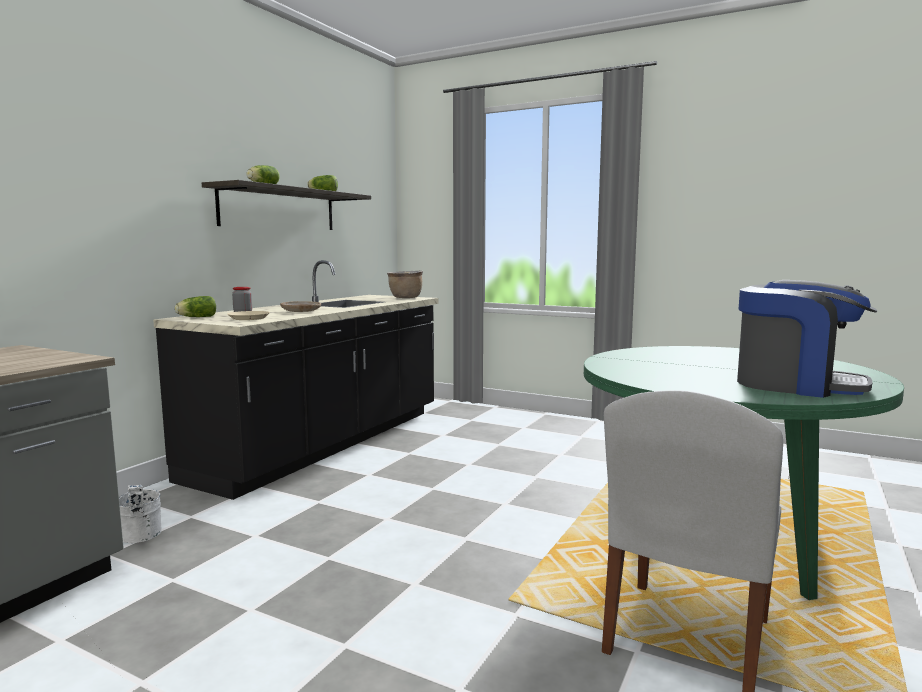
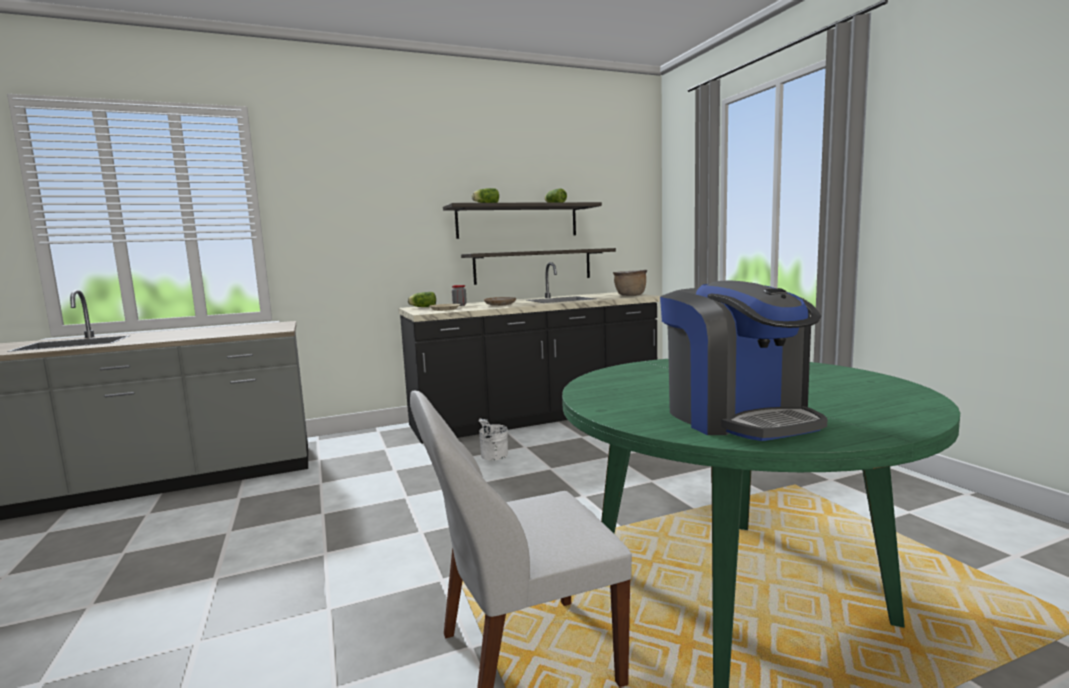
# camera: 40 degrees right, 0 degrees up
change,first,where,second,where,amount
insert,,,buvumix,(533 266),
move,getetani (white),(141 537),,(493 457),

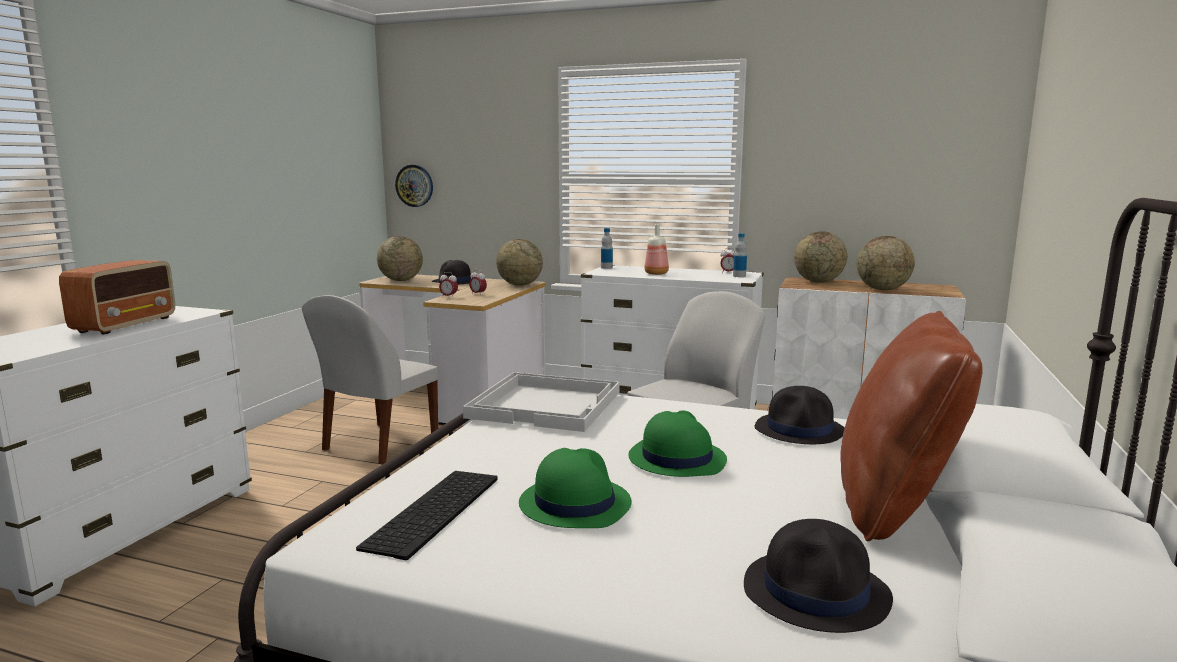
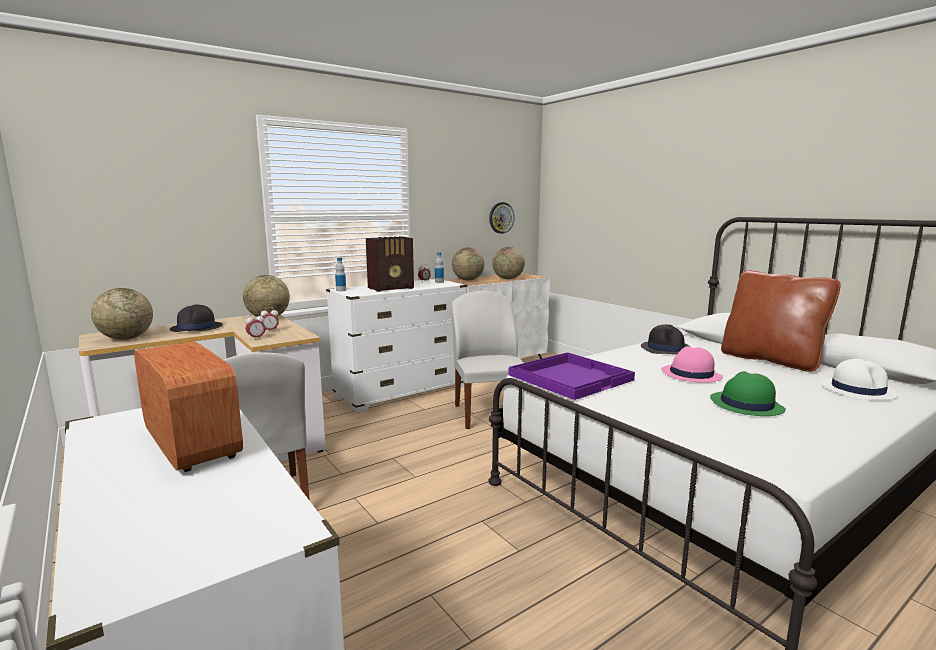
# camera: 55 degrees left, 0 degrees up
change,first,where,second,where,amount
replace,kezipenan,(657 273),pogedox,(392 288),
move,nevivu,(414 185),,(501 218),
recolor,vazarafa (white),(547 404),vazarafa (purple),(570 377),
recolor,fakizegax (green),(676 459),fakizegax (pink),(690 374),
recolor,fakizegax (black),(817 592),fakizegax (white),(857 390),
delete,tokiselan,(436 512),,,

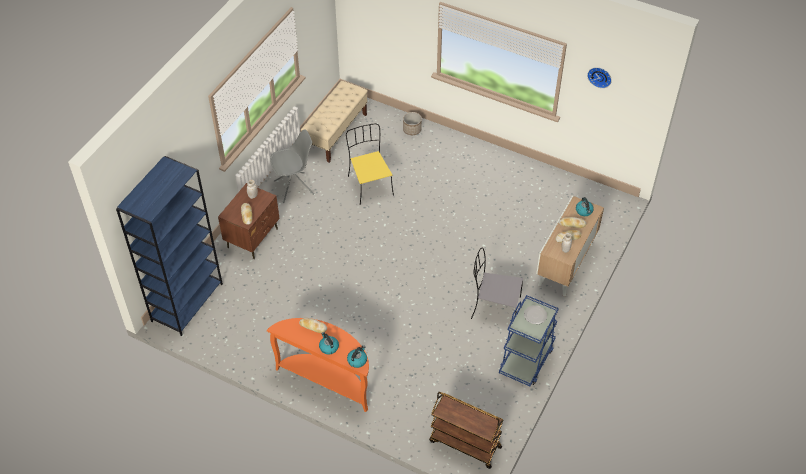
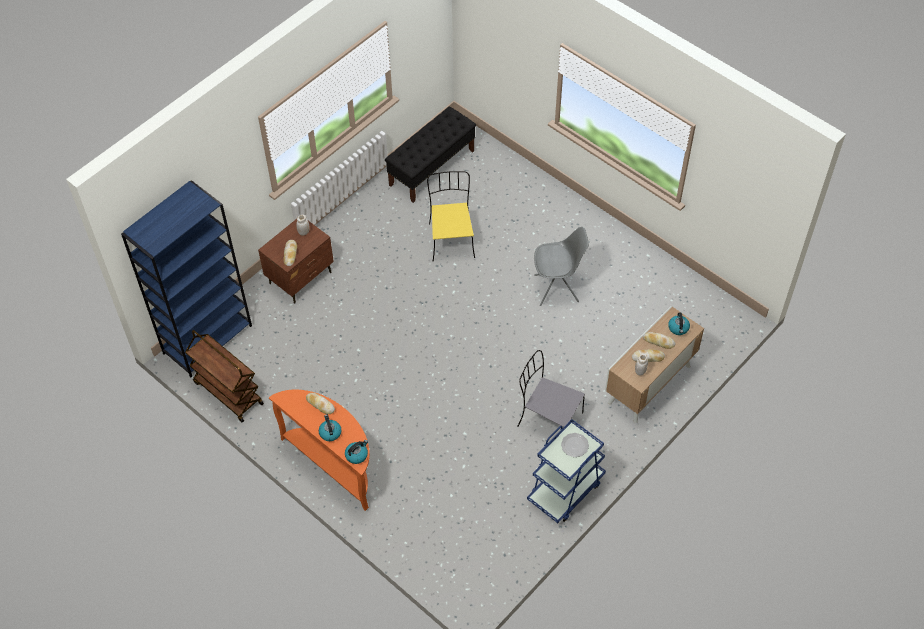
# camera: 15 degrees right, 5 degrees up
change,first,where,second,where,amount
move,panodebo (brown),(464 444),,(228 393),
recolor,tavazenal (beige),(336 133),tavazenal (black),(432 168),
move,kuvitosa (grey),(295 187),,(557 288),
delete,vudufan,(412 129),,,
delete,nevivu,(600 76),,,

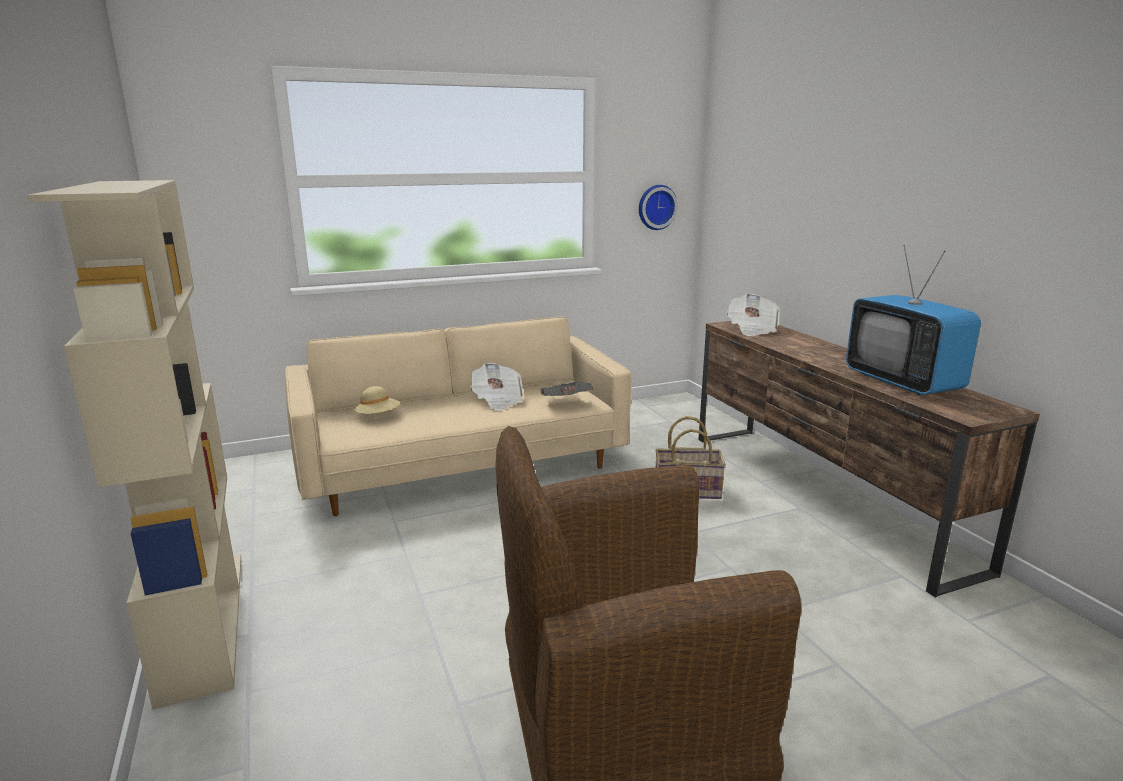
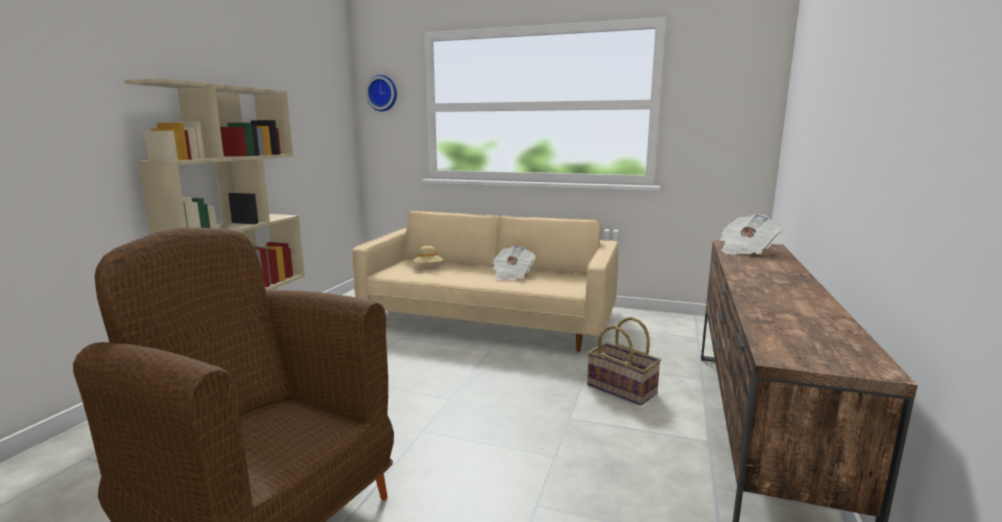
# camera: 40 degrees right, 5 degrees down
change,first,where,second,where,amount
move,nevivu,(656 207),,(382 93),
delete,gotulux,(566 404),,,
delete,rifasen,(902 382),,,

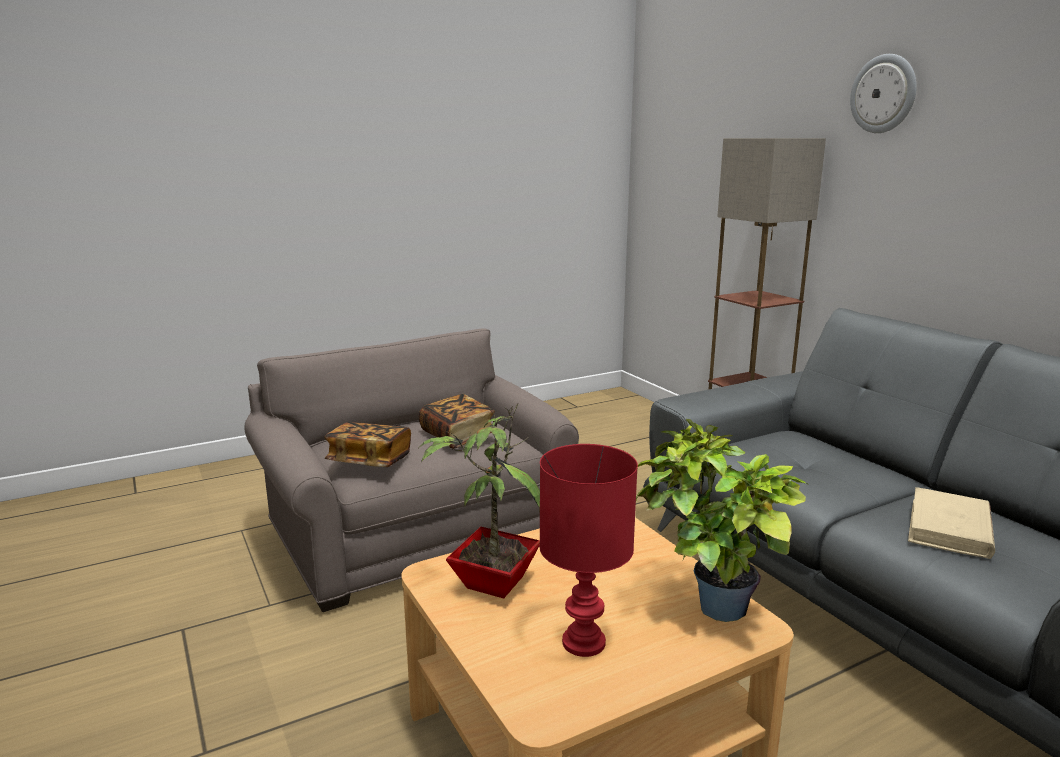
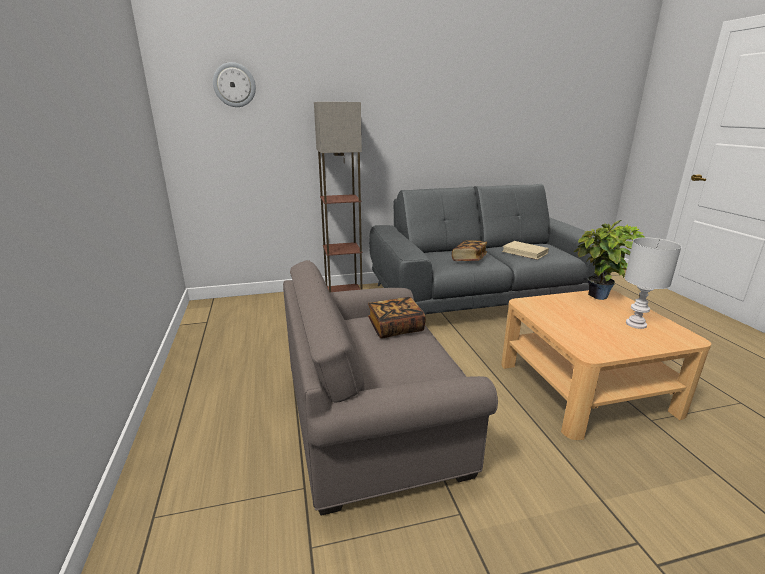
# camera: 75 degrees left, 5 degrees up
change,first,where,second,where,amount
move,nevivu,(884 94),,(234 85),
move,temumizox,(369 461),,(469 259),
recolor,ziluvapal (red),(582 643),ziluvapal (white),(636 324),
delete,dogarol,(491 582),,,

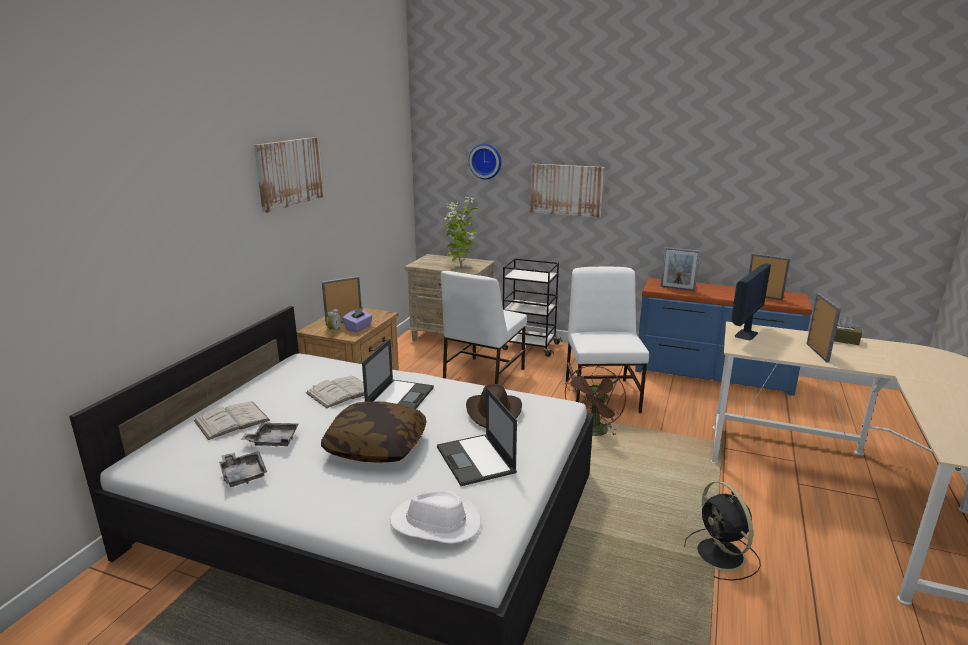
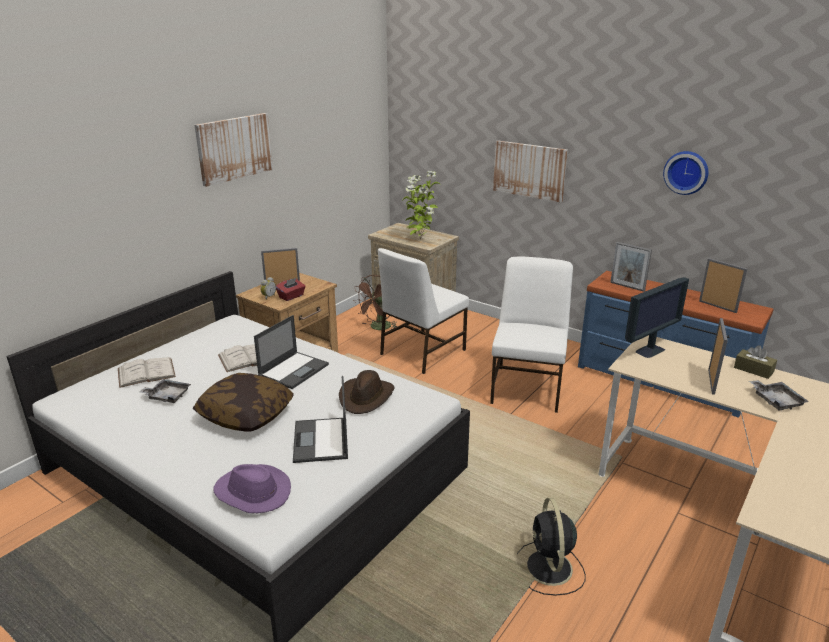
# camera: 15 degrees right, 5 degrees up
change,first,where,second,where,amount
recolor,fakizegax (white),(435 523),fakizegax (purple),(252 492),
recolor,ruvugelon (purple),(358 328),ruvugelon (red),(291 296),
move,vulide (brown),(593 433),,(378 328),
move,nevivu,(486 161),,(686 172),
move,vazarafa (grey),(243 474),,(776 400),
delete,panodebo (black),(529 346),,,

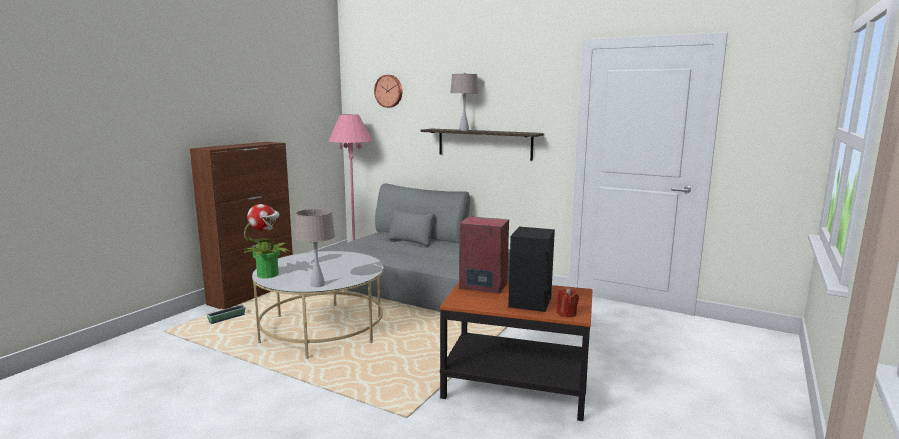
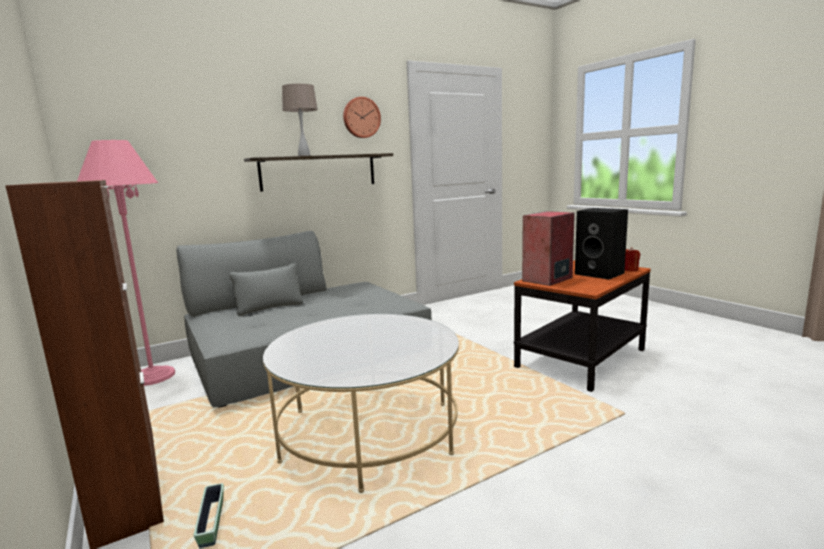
# camera: 60 degrees left, 0 degrees up
change,first,where,second,where,amount
move,nevivu,(389 91),,(361 117),
delete,dogarol,(268 274),,,
delete,ziluvapal (beige),(317 284),,,

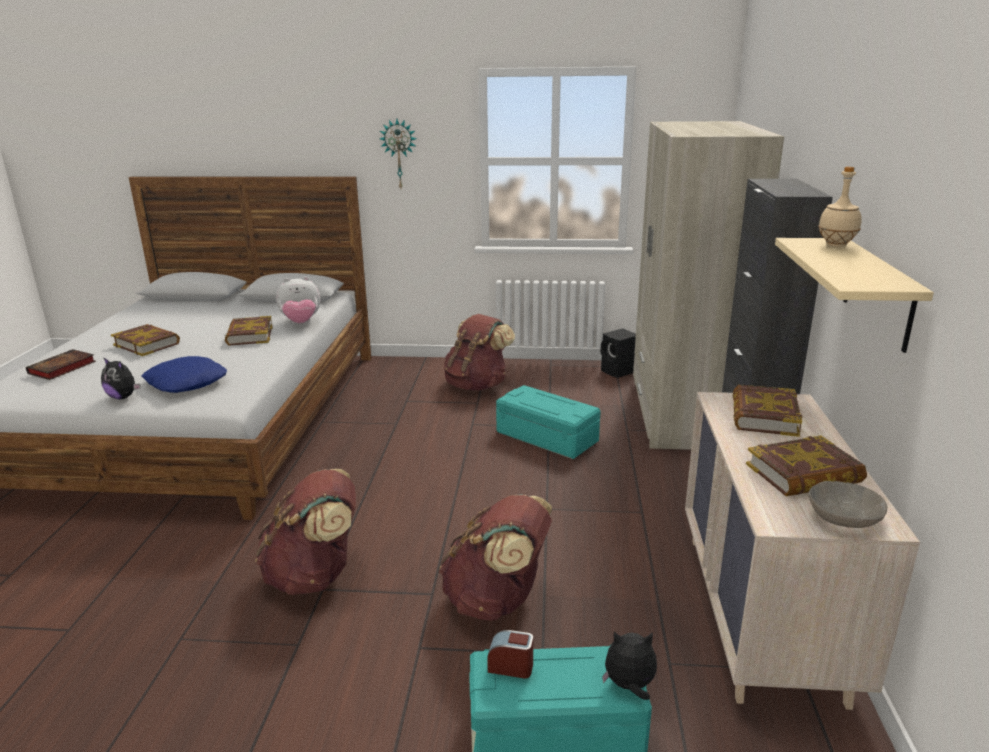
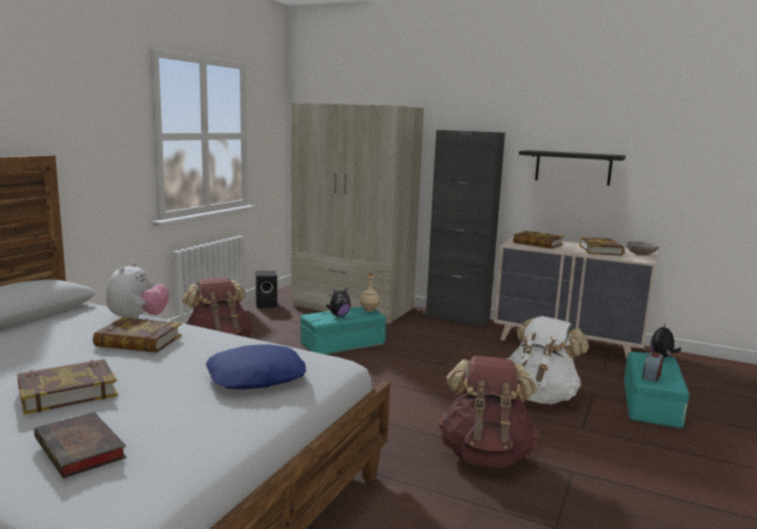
# camera: 70 degrees left, 10 degrees down
change,first,where,second,where,amount
move,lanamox,(123 397),,(339 315),
move,kezipenan (beige),(836 245),,(369 310),
recolor,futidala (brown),(497 600),futidala (white),(539 397),
recolor,buvumix (beige),(878 293),buvumix (black),(573 167),
delete,nevivu,(399 154),,,

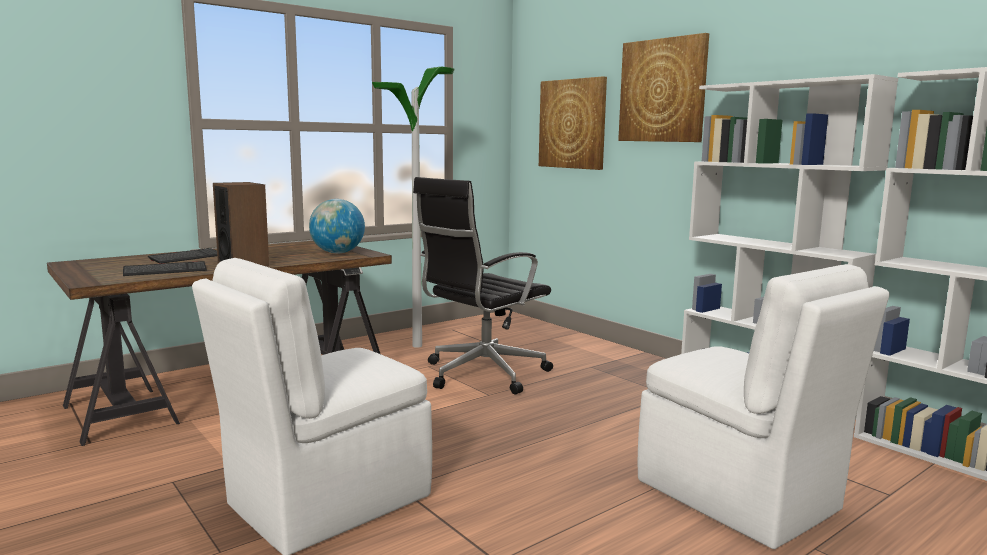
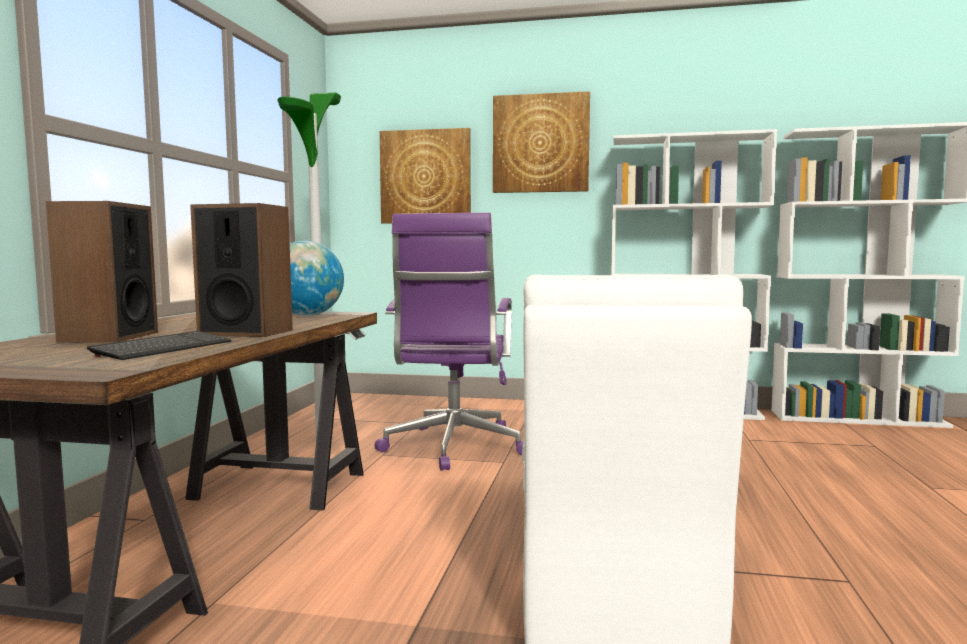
# camera: 40 degrees left, 5 degrees down
change,first,where,second,where,amount
replace,tokiselan,(186 257),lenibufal,(109 337),
recolor,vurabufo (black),(481 374),vurabufo (purple),(453 448),
delete,kuvitosa (white),(740 497),,,

